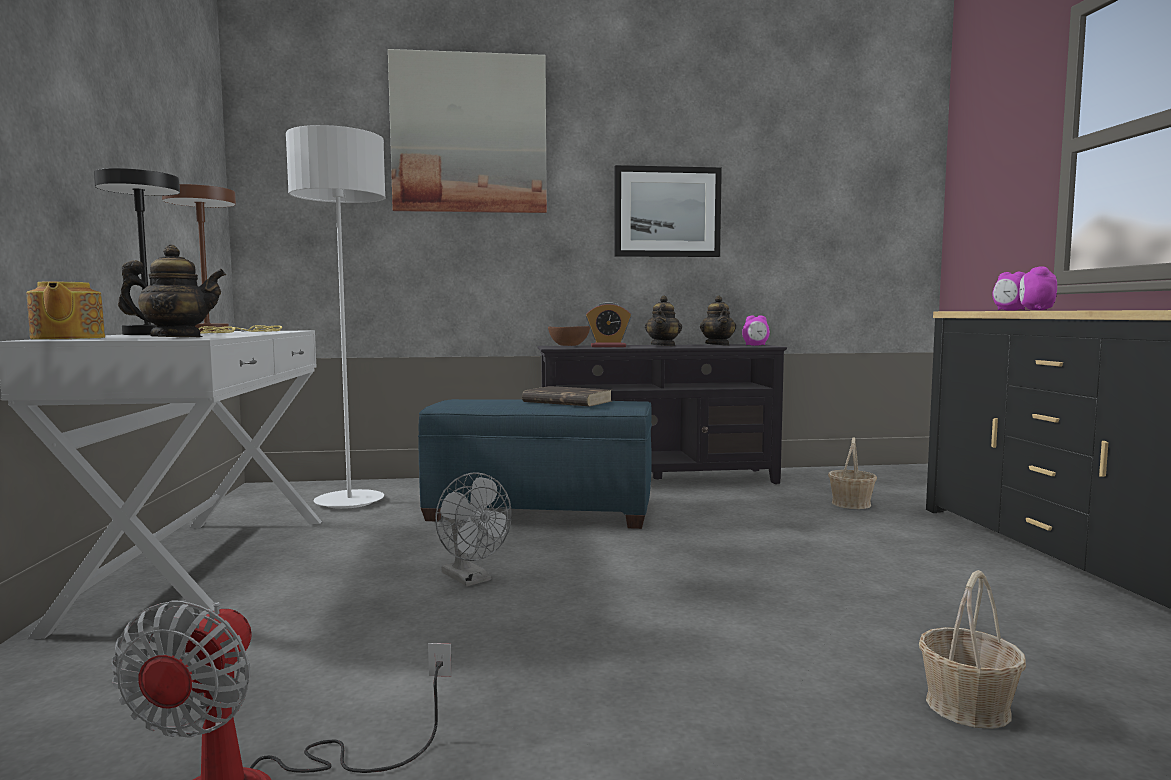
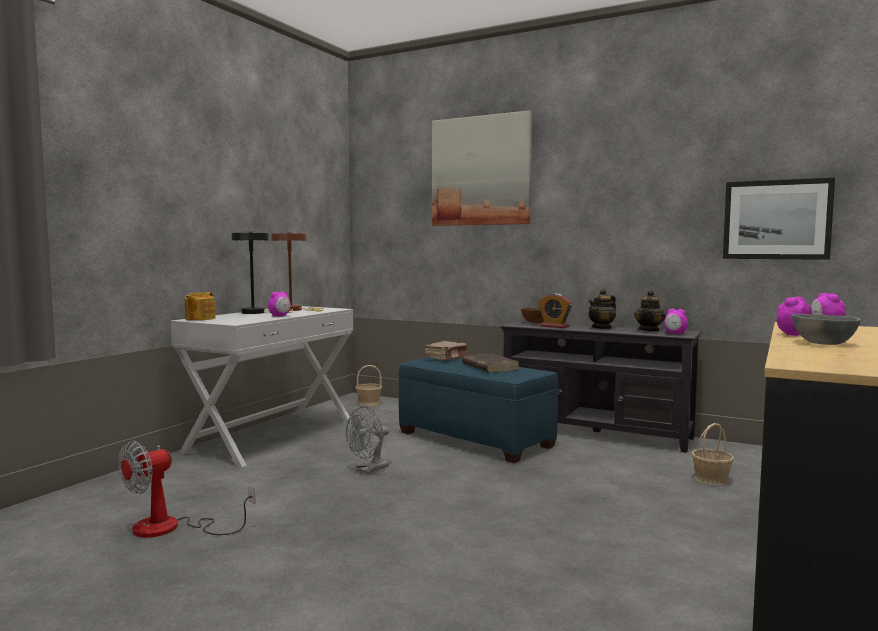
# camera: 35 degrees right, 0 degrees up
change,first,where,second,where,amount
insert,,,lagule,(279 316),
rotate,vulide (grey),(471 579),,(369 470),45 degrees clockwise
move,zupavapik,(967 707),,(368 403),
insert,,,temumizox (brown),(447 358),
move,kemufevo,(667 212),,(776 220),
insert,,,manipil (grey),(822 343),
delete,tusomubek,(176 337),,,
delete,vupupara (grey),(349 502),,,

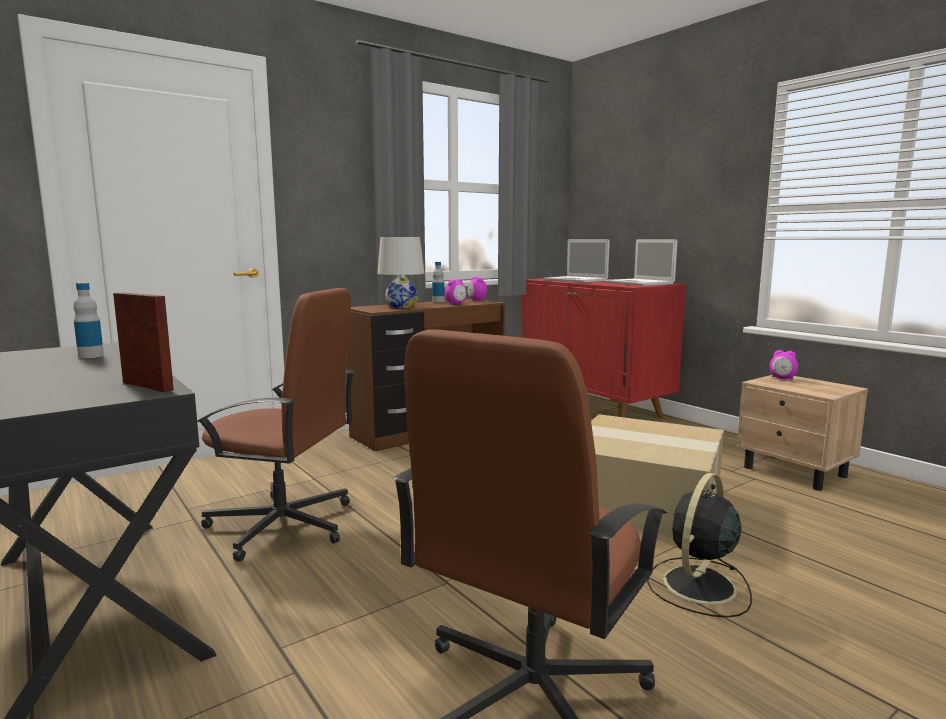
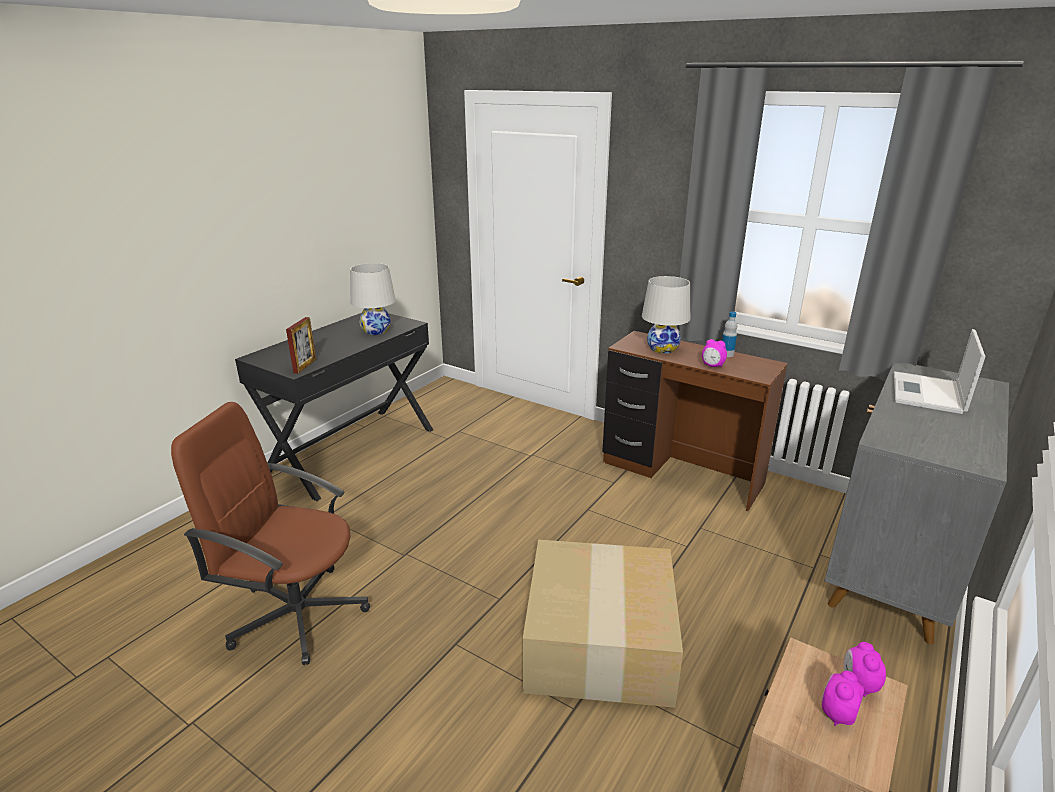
# camera: 70 degrees right, 15 degrees up
change,first,where,second,where,amount
replace,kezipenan,(91 356),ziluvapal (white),(376 331),
move,lagule,(476 300),,(837 714),
recolor,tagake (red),(595 409),tagake (grey),(891 571),
delete,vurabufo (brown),(283 525),,,
delete,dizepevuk,(640 283),,,
delete,vulide (black),(698 586),,,

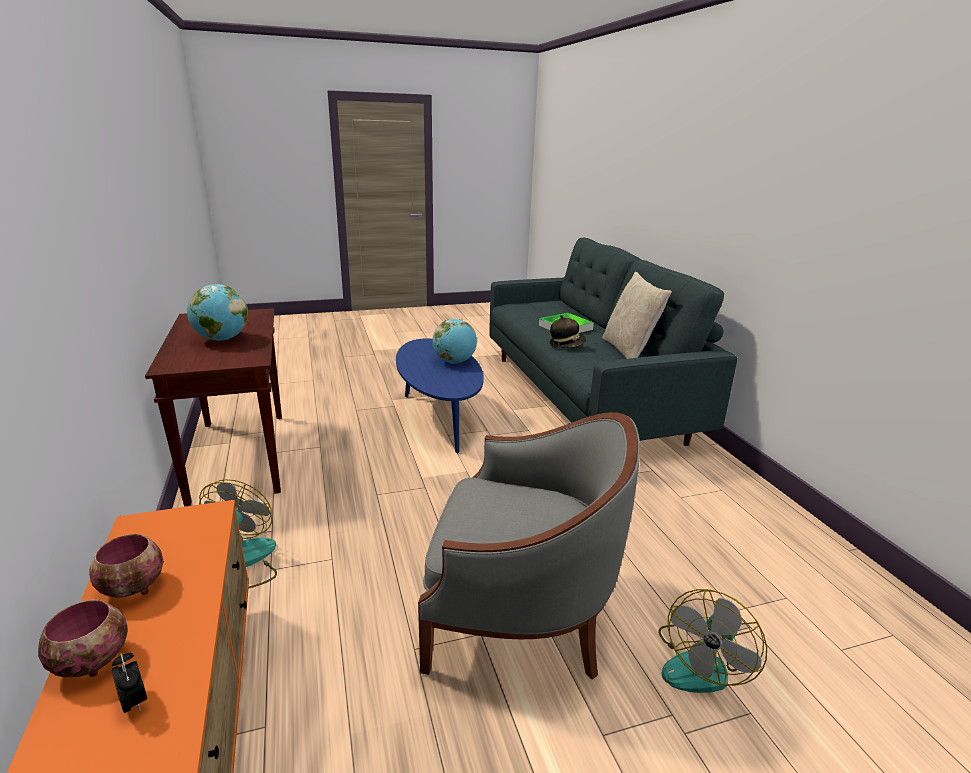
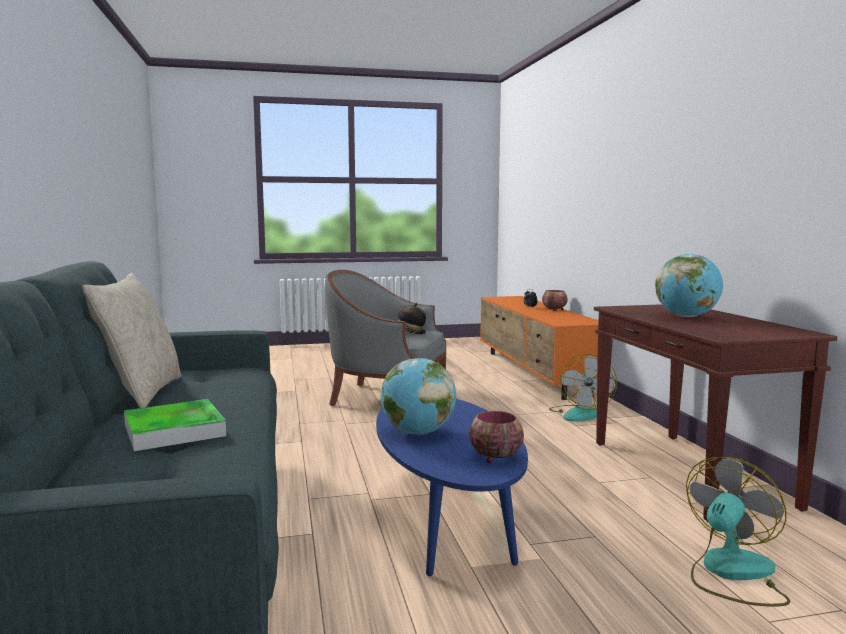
# camera: 175 degrees left, 15 degrees down
change,first,where,second,where,amount
move,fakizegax,(566 345),,(408 333),
move,manipil,(134 588),,(494 457),
move,vulide,(701 664),,(731 573),

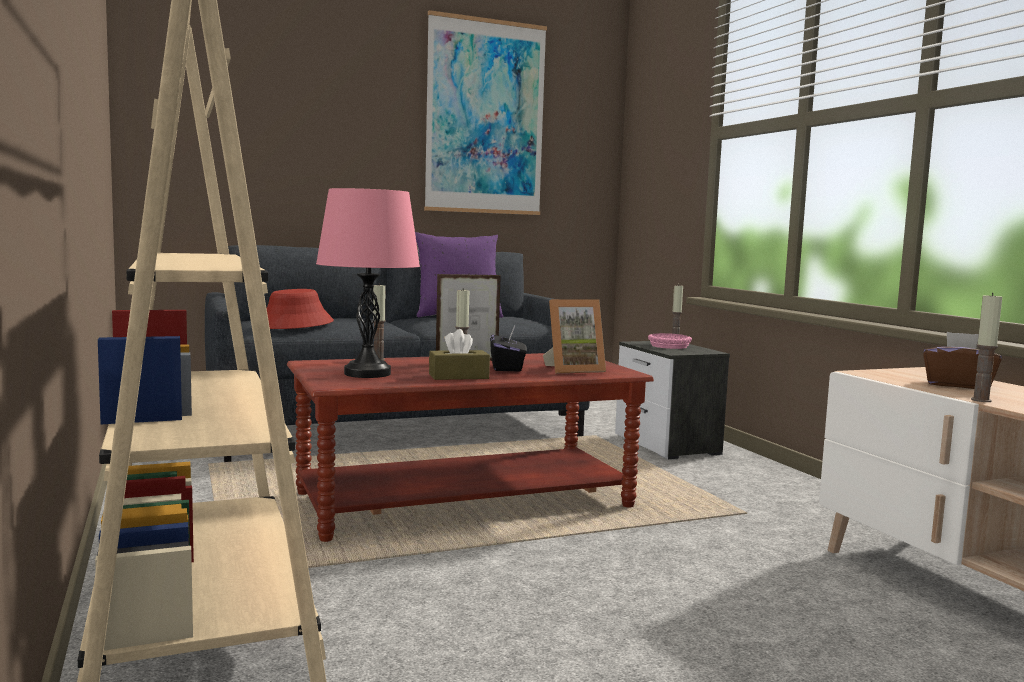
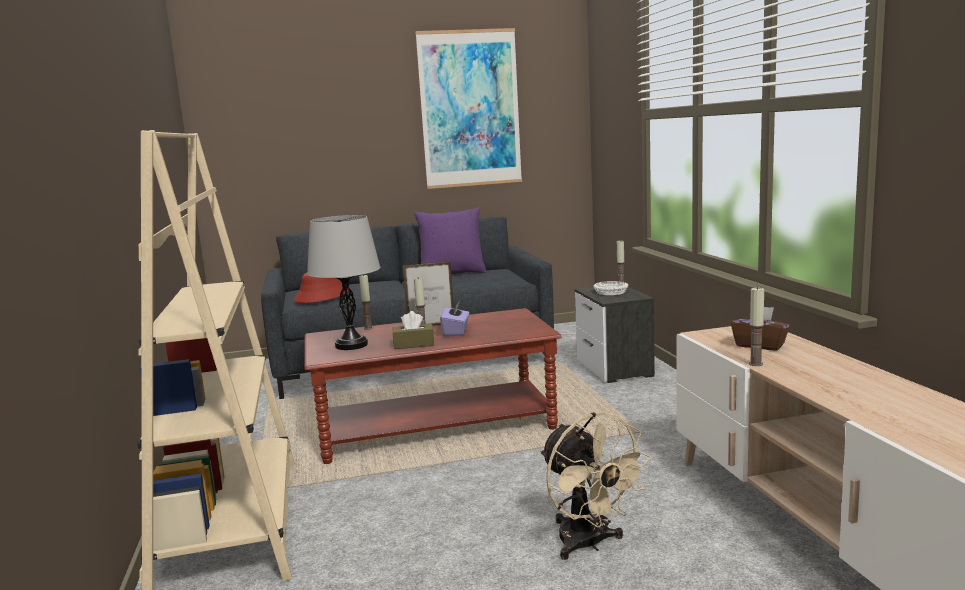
# camera: 10 degrees right, 5 degrees up
change,first,where,second,where,amount
recolor,ziluvapal (pink),(367 373),ziluvapal (grey),(351 345),
recolor,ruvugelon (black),(507 368),ruvugelon (purple),(456 332),
insert,,,vulide (beige),(589 544),
recolor,manipil (pink),(669 346),manipil (white),(610 292),
delete,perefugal,(573 370),,,

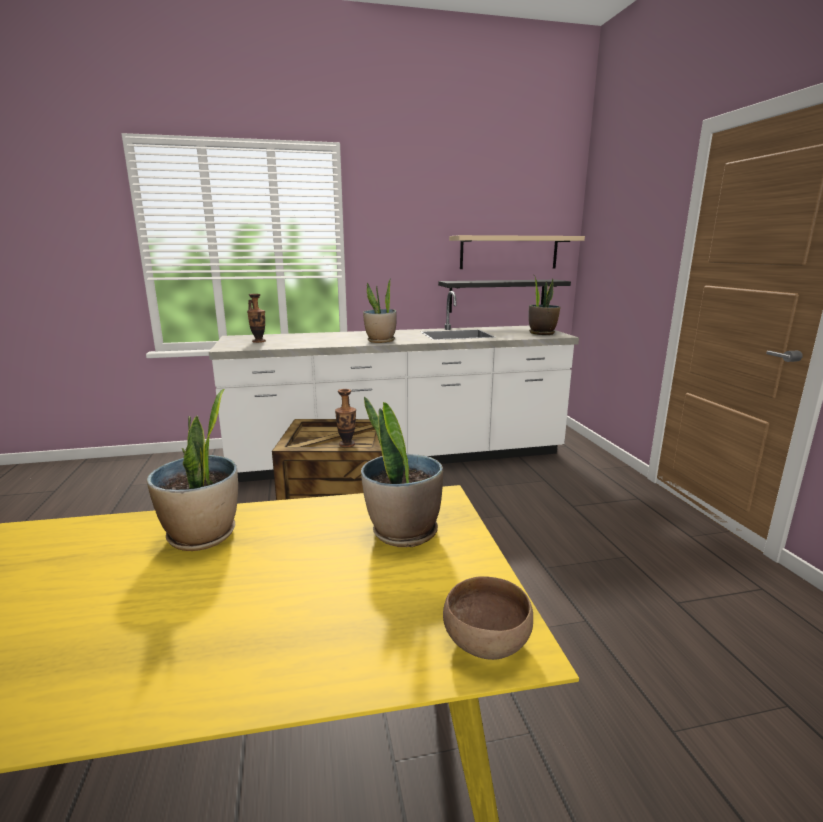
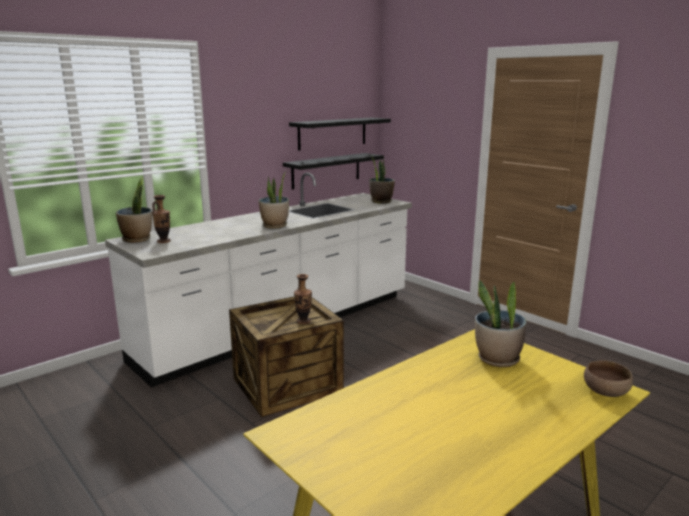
# camera: 30 degrees left, 0 degrees up
change,first,where,second,where,amount
move,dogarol,(203 536),,(137 239),
recolor,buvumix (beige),(509 252),buvumix (black),(332 133),

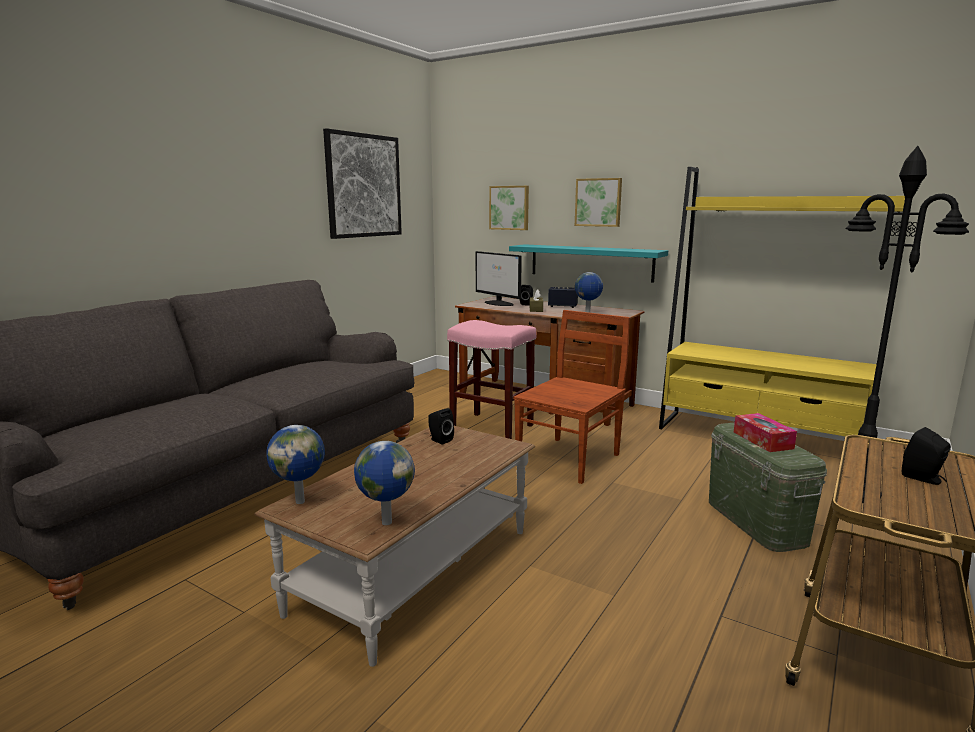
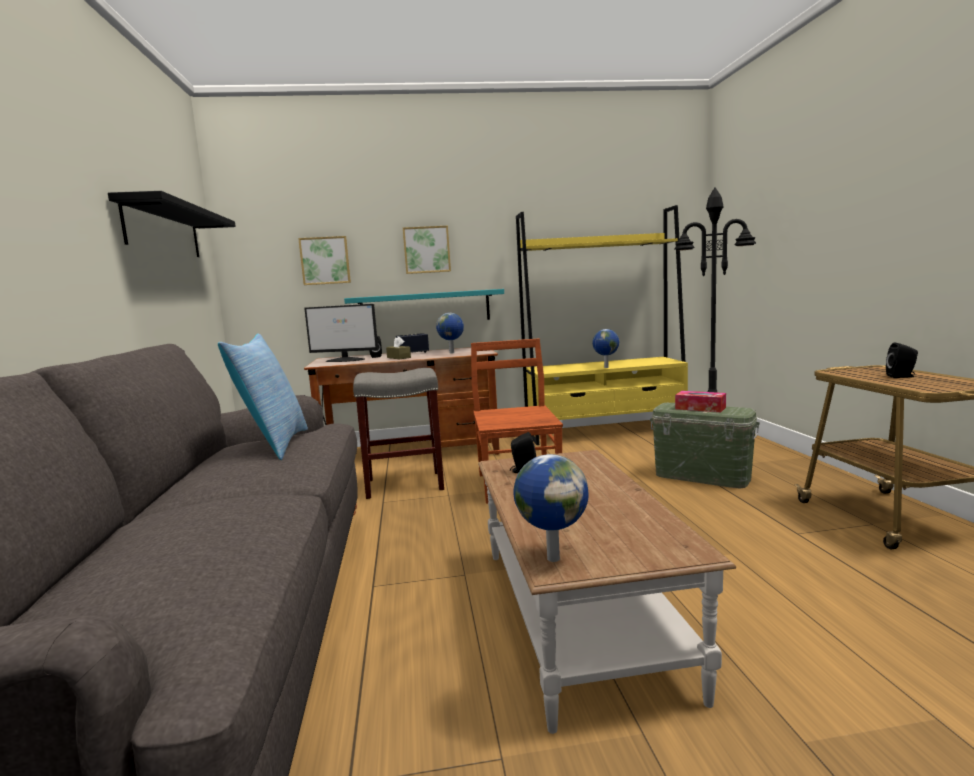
# camera: 40 degrees left, 5 degrees down
change,first,where,second,where,amount
replace,kemufevo,(363 186),buvumix (black),(163 231),
insert,,,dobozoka,(274 445),
recolor,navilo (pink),(490 427),navilo (grey),(403 485),
move,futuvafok,(386 522),,(605 367),

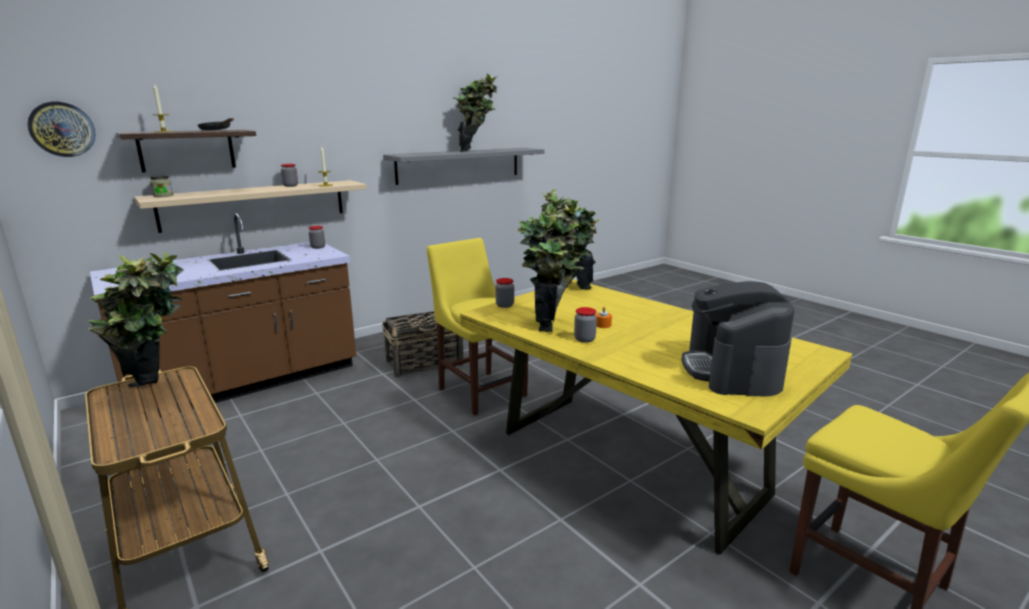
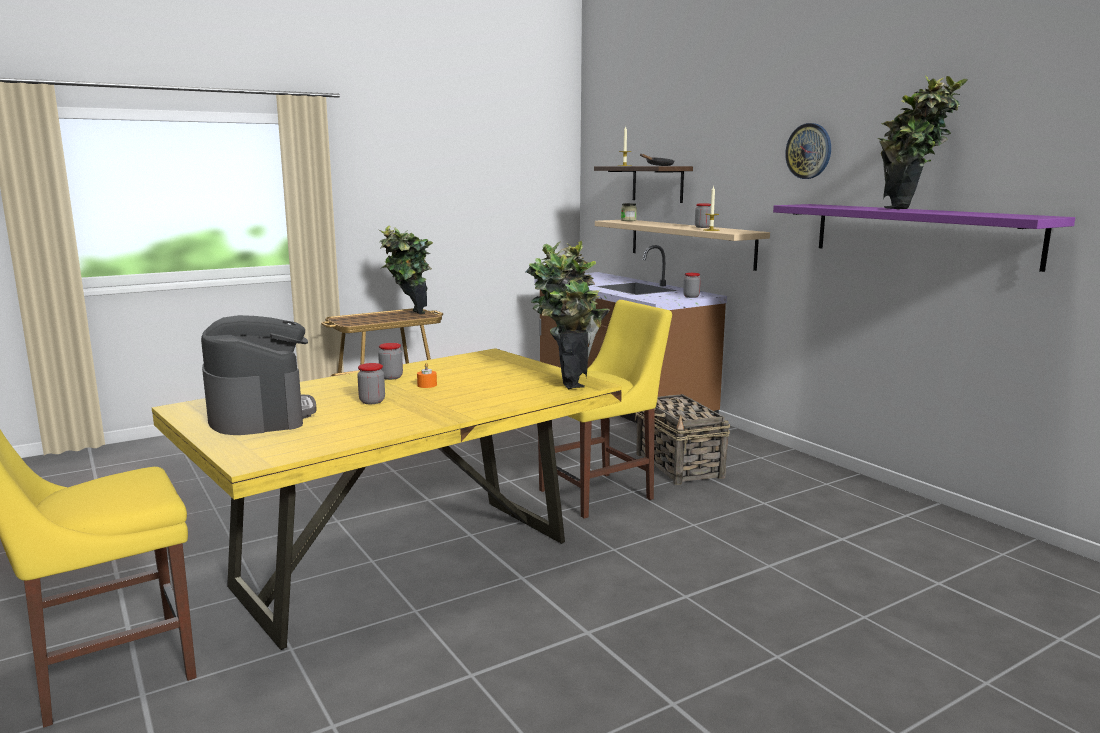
# camera: 95 degrees right, 5 degrees down
change,first,where,second,where,amount
rotate,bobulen,(732 370),,(260 414),60 degrees clockwise
move,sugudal,(504 305),,(372 401),
recolor,buvumix (grey),(459 165),buvumix (purple),(920 234),
move,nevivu,(62 129),,(809 151),
delete,dogarol,(551 323),,,

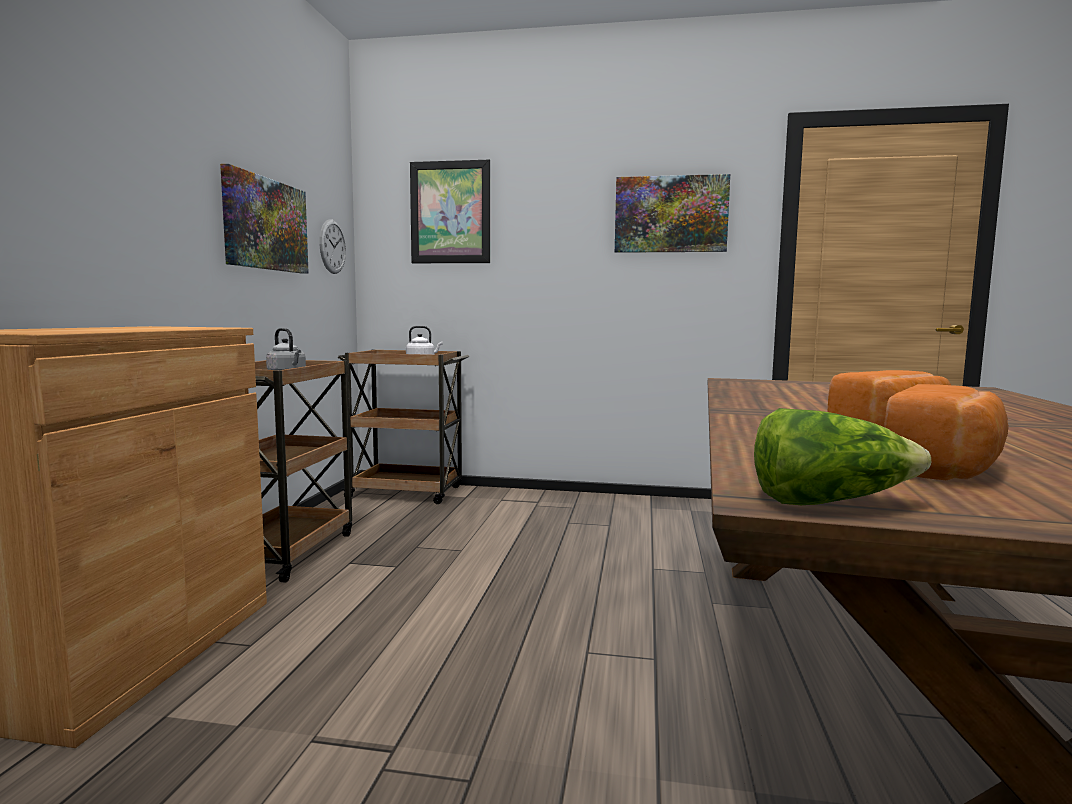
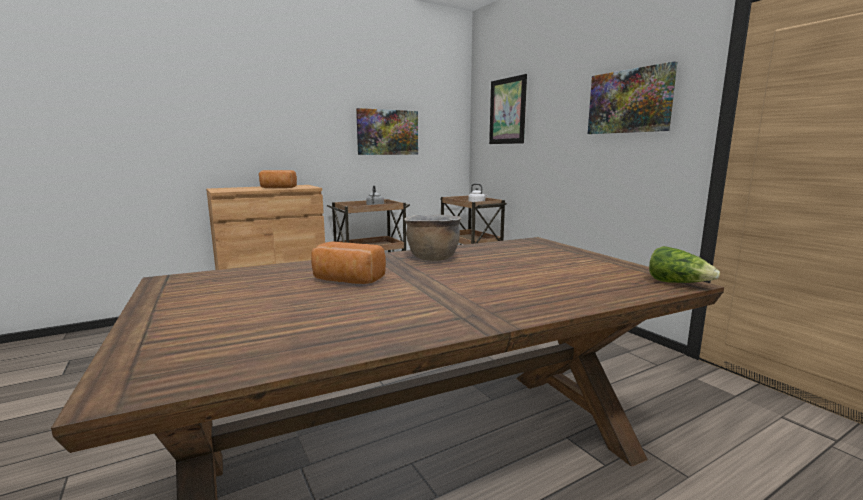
# camera: 50 degrees right, 5 degrees up
change,first,where,second,where,amount
move,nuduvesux,(945 468),,(277 188),
insert,,,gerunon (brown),(432 258),
move,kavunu,(829 502),,(678 283),
delete,nevivu,(332 246),,,

